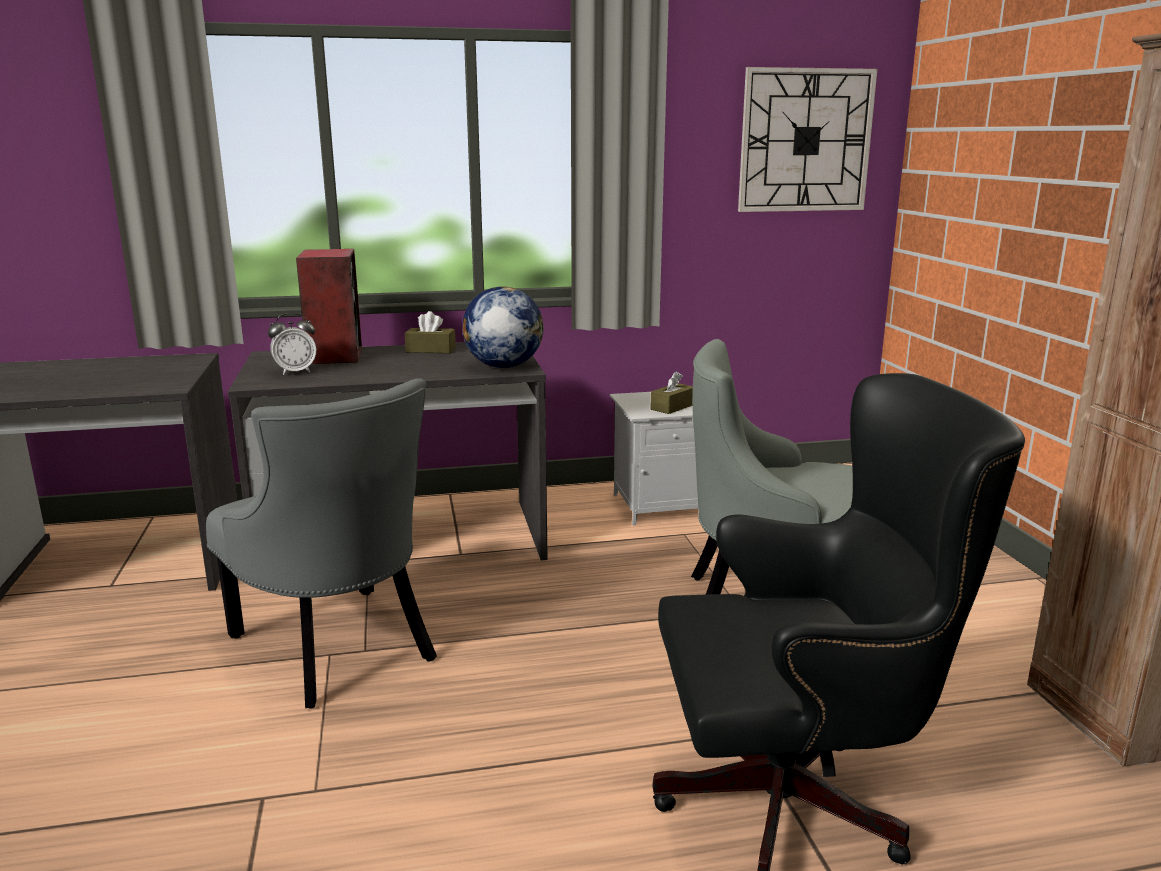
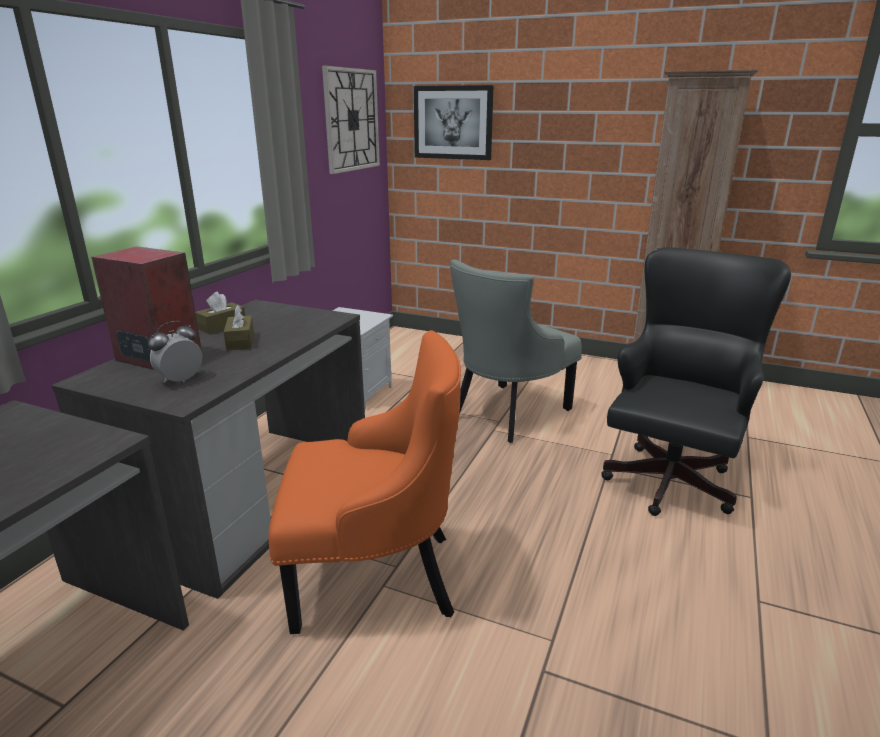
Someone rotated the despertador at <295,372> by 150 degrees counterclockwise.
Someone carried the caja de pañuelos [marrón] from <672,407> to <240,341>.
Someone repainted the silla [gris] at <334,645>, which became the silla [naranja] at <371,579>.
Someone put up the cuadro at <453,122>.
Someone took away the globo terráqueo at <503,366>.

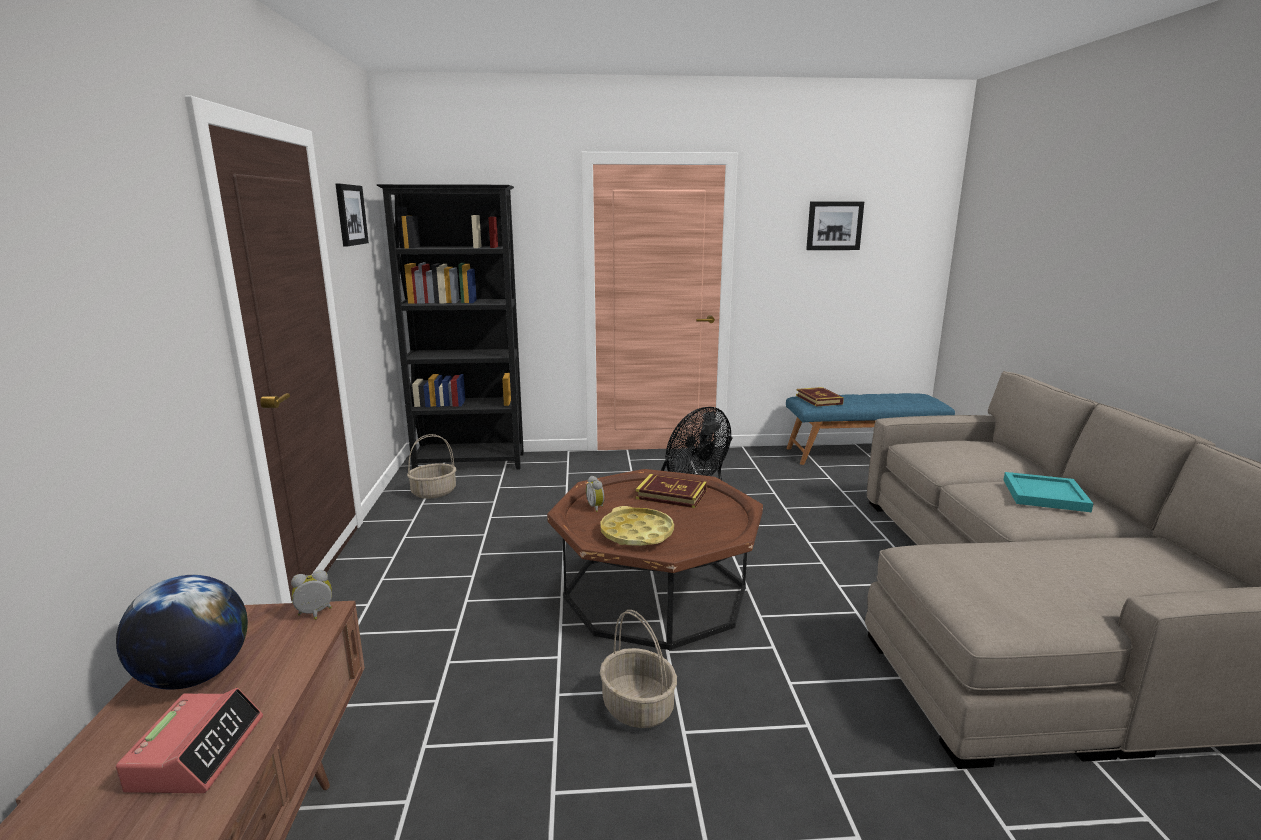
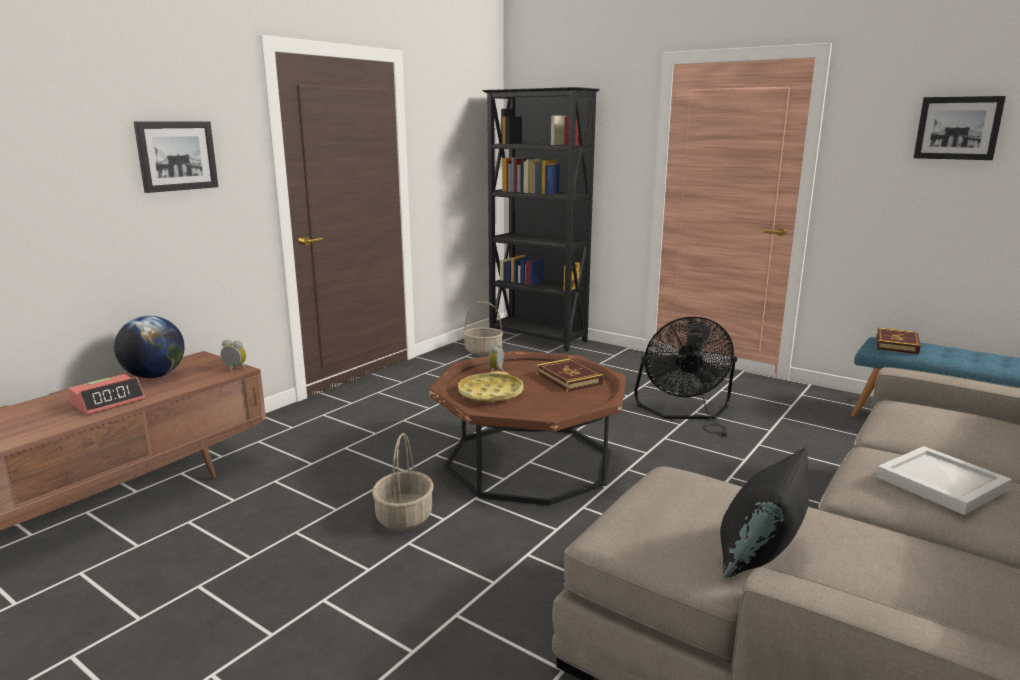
Someone carried the cuadro from <350,215> to <176,156>.
Someone put down the cojín [negro] at <759,555>.
Someone repainted the bandeja [turquesa] at <1044,495>, which became the bandeja [blanco] at <939,483>.

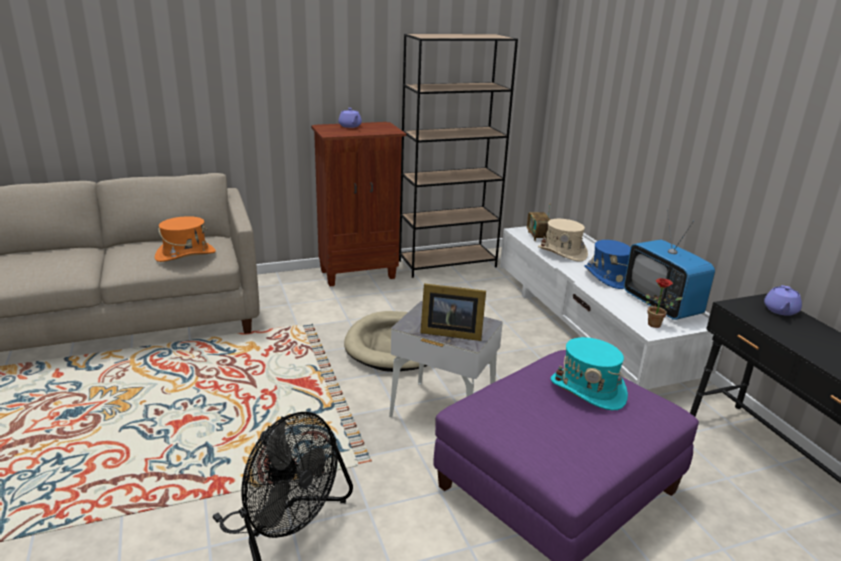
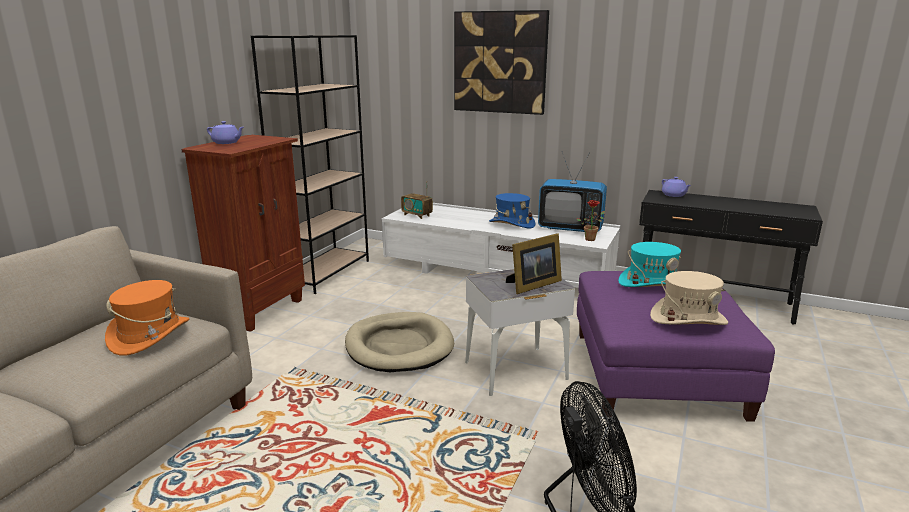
Someone put up the cuadro at <500,62>.
Someone carried the sombrero [beis] from <562,252> to <688,319>.

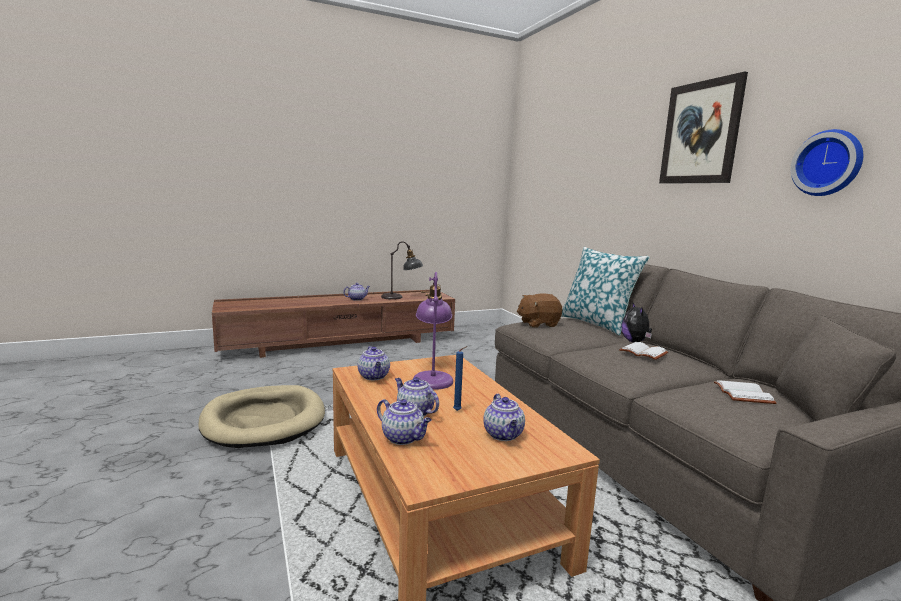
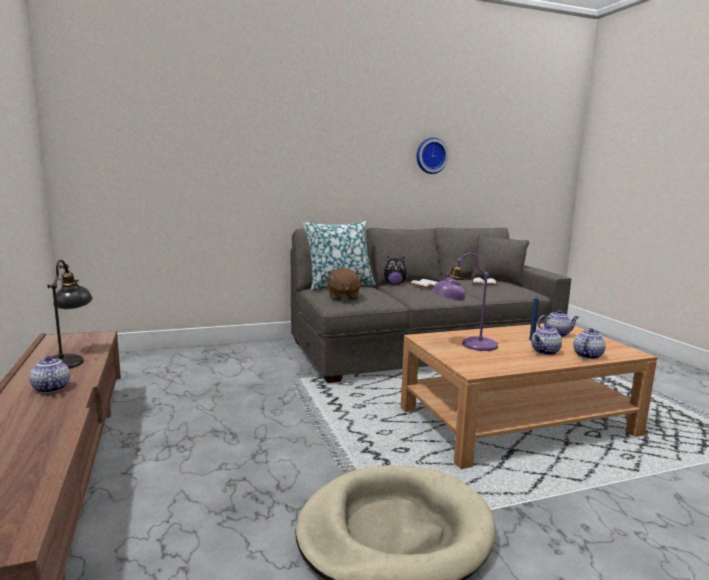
Someone took away the tetera at <374,377>.
Someone took away the cuadro at <700,133>.

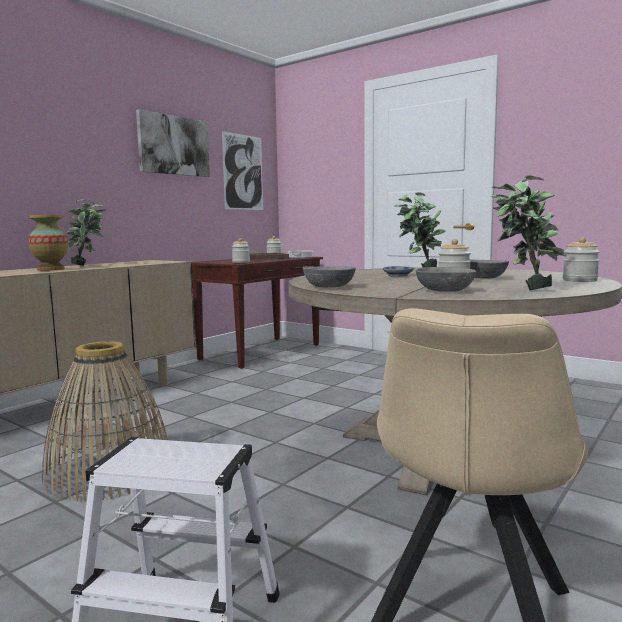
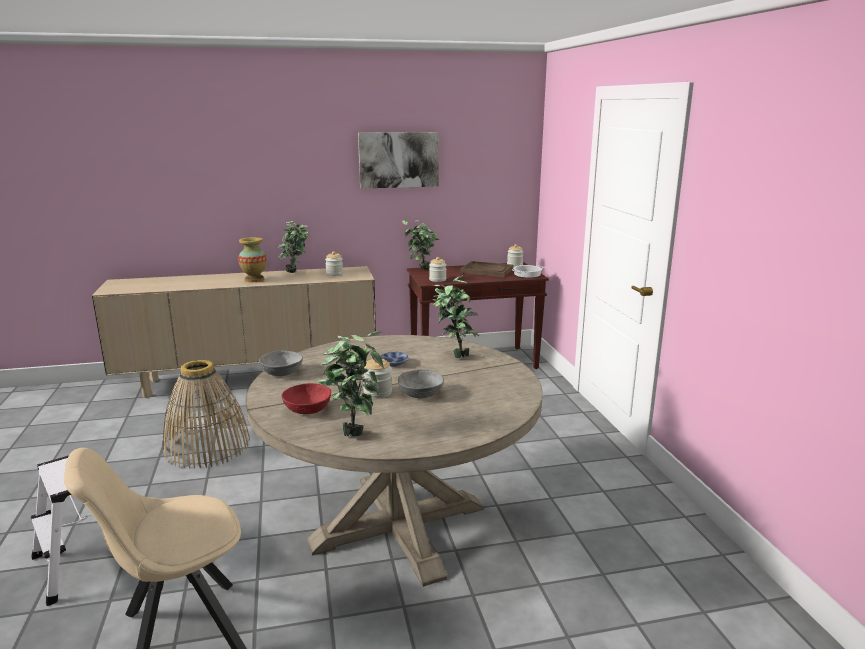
Someone repainted the cuenco [gris] at <444,291>, which became the cuenco [rojo] at <307,409>.
Someone carried the tarro from <579,280> to <334,274>.
Someone put down the planta en maceta at <420,270>.
Someone took away the cuadro at <243,172>.

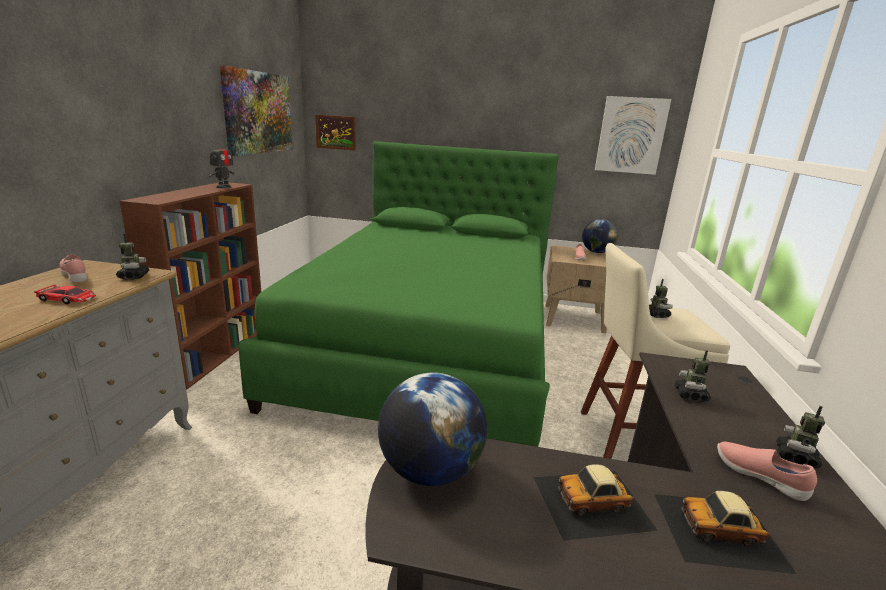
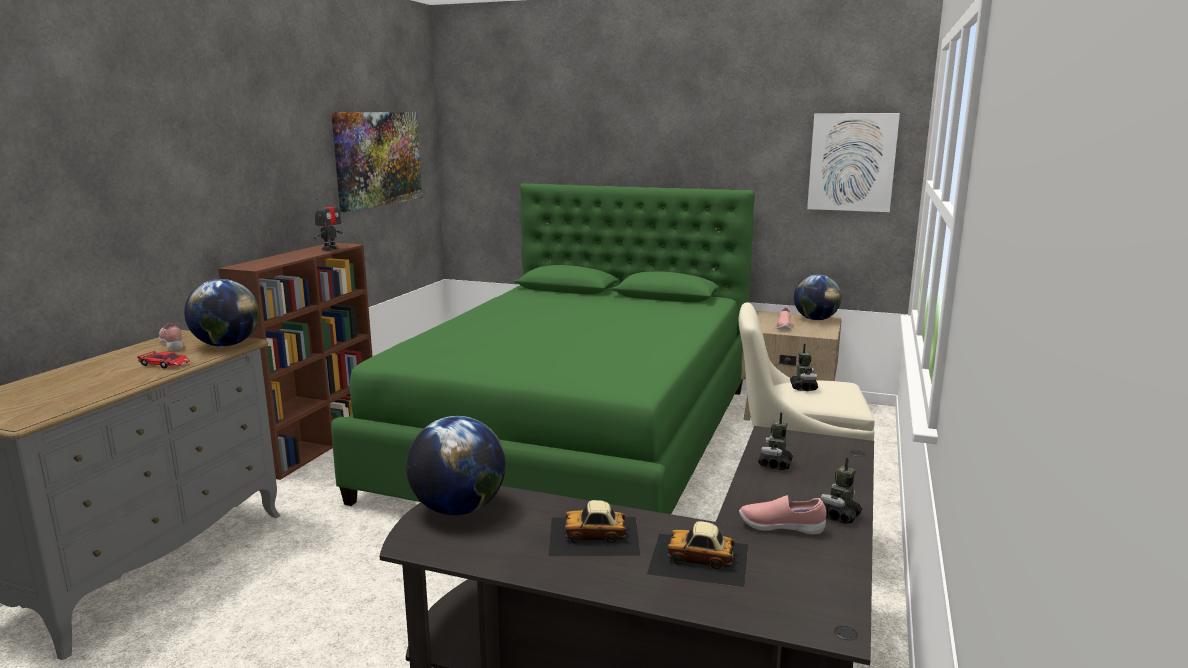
Someone swapped the robot de juguete at <133,276> for the globo terráqueo at <226,345>.
Someone rotated the zapato [rosa] at <759,477> by 45 degrees counterclockwise.
Someone took away the cuadro at <335,132>.

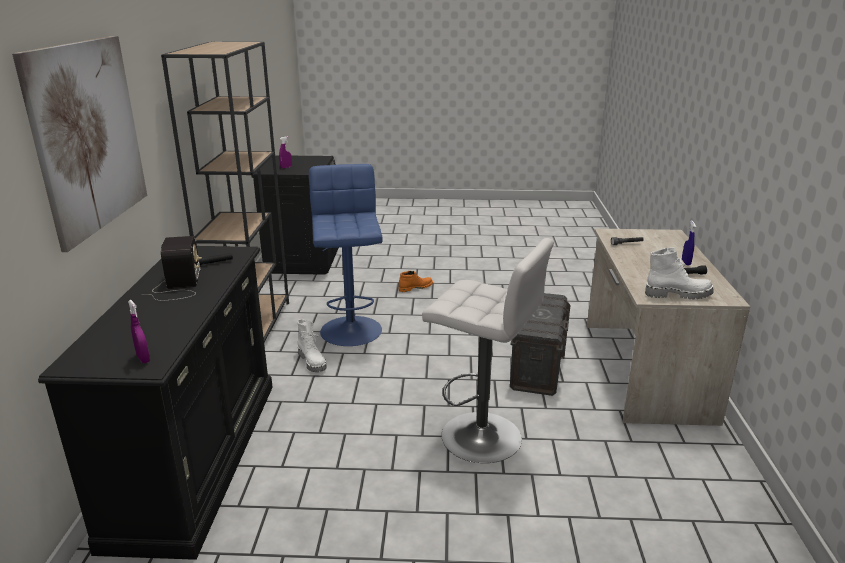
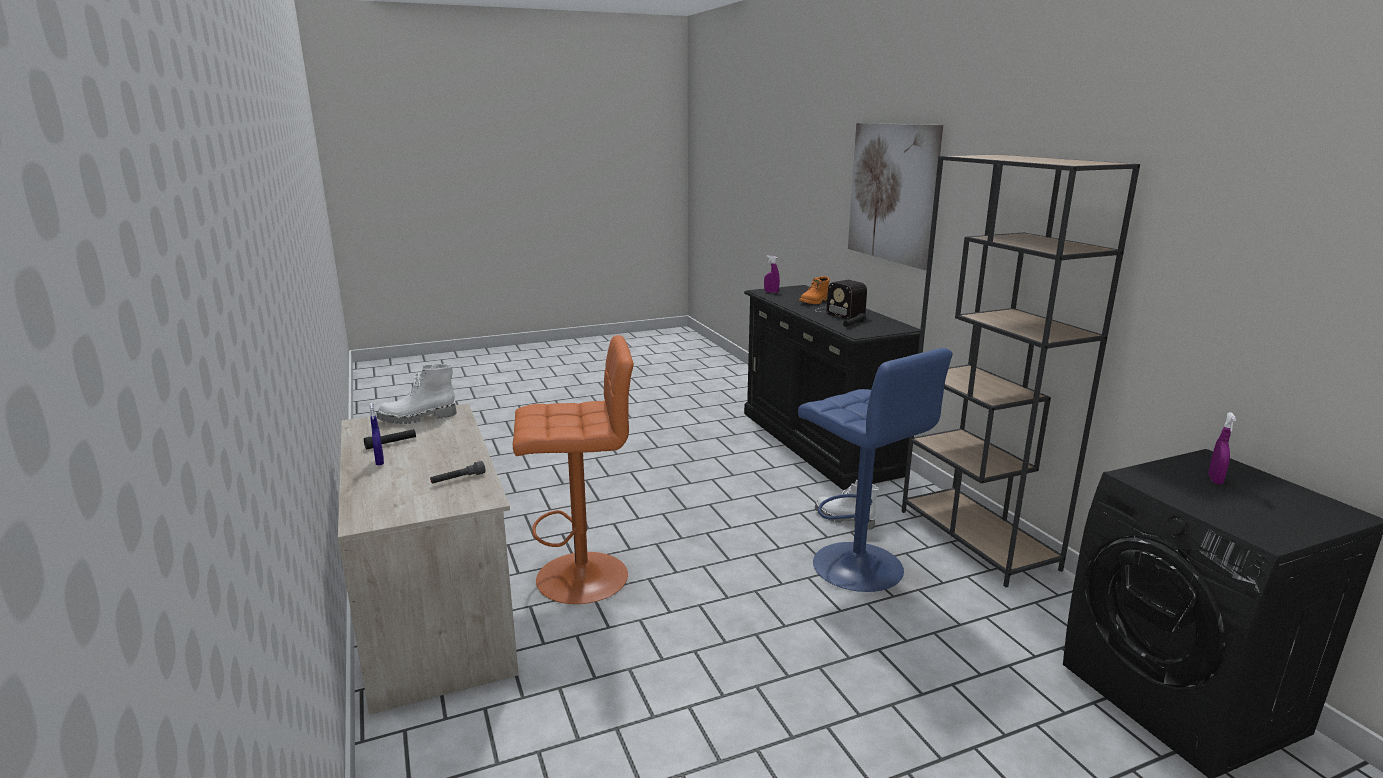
Someone swapped the caja de almacenaje [gris] at <537,367> for the taburete [naranja] at <583,578>.
Someone carried the bota [naranja] from <415,287> to <815,301>.
Someone took away the taburete [blanco] at <481,438>.

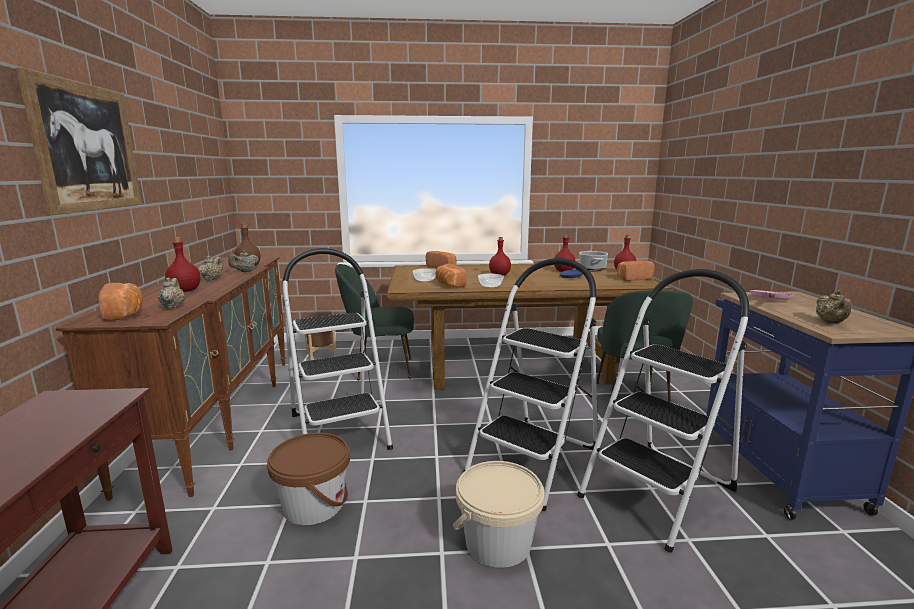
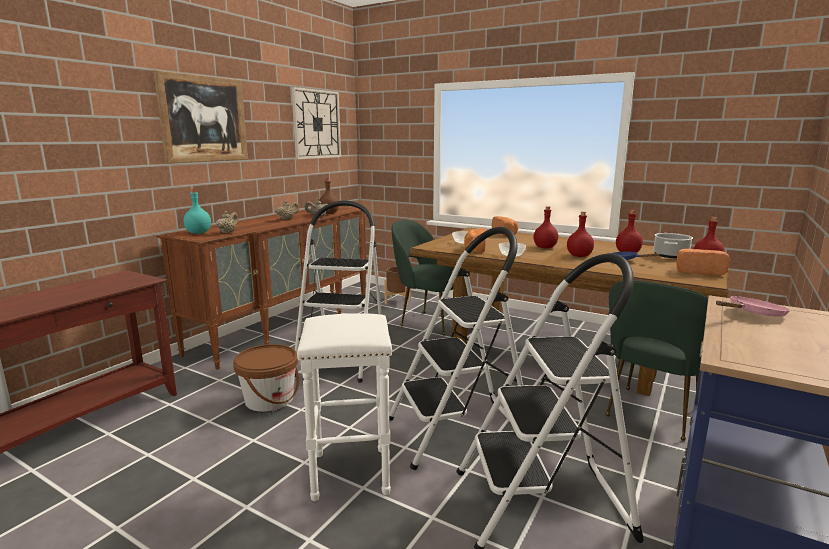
Someone swapped the pan at <125,314> for the botella [turquesa] at <198,233>.
Someone put up the reloj de pared at <316,124>.
Someone swapped the cubo [beis] at <498,542> for the taburete [blanco] at <349,474>.
Someone carried the botella [rojo] from <185,291> to <579,256>.
Someone took away the tetera [beis] at <830,322>.

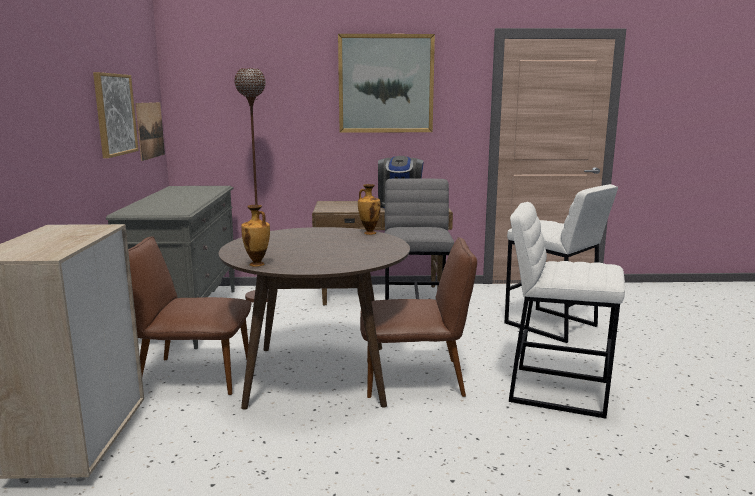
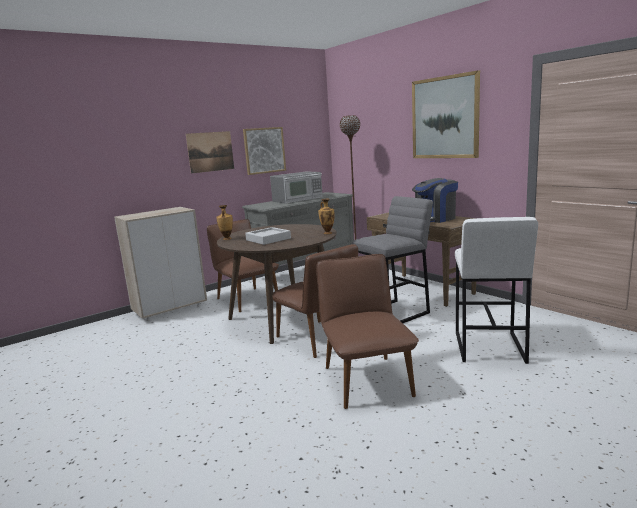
Someone carried the cuadro from <150,130> to <210,151>.
Someone put down the bandeja [gris] at <268,239>.
Someone put down the microondas at <298,199>.
Someone swapped the taburete [blanco] at <556,390> for the silla [marrón] at <367,381>.

